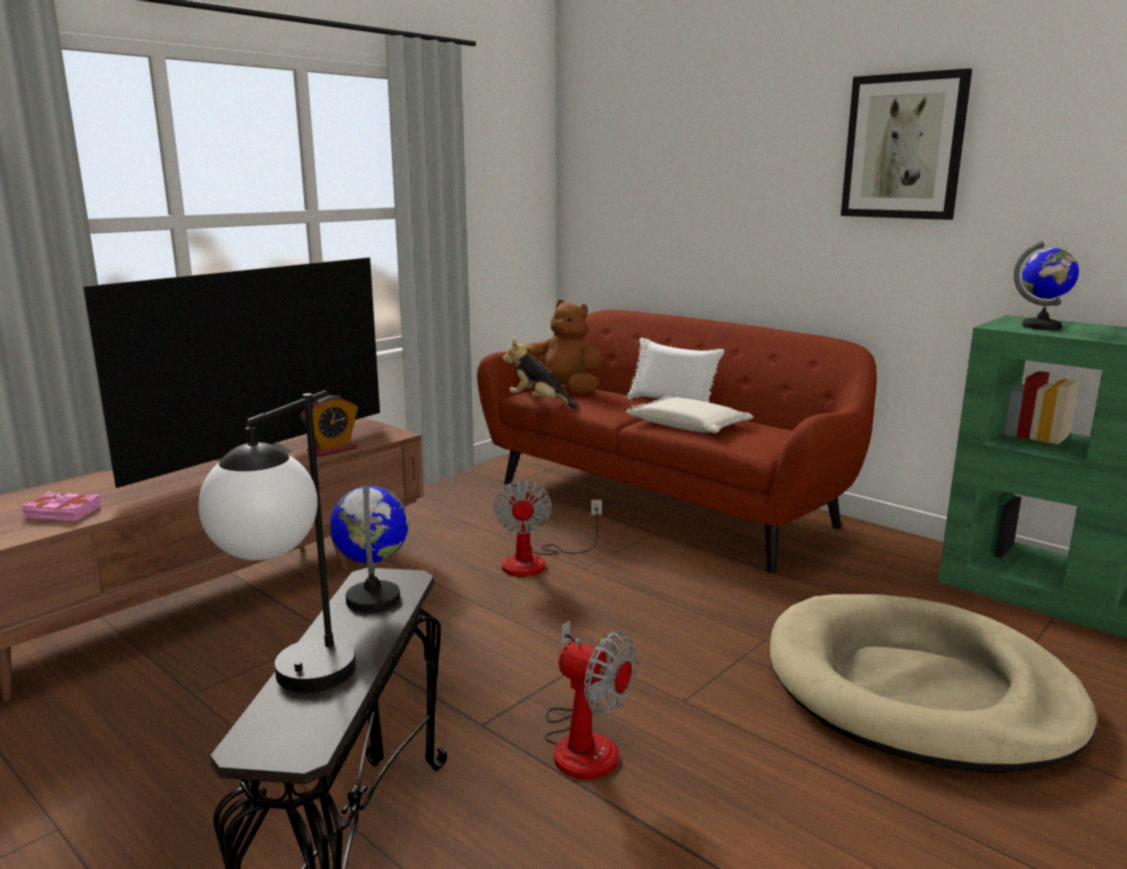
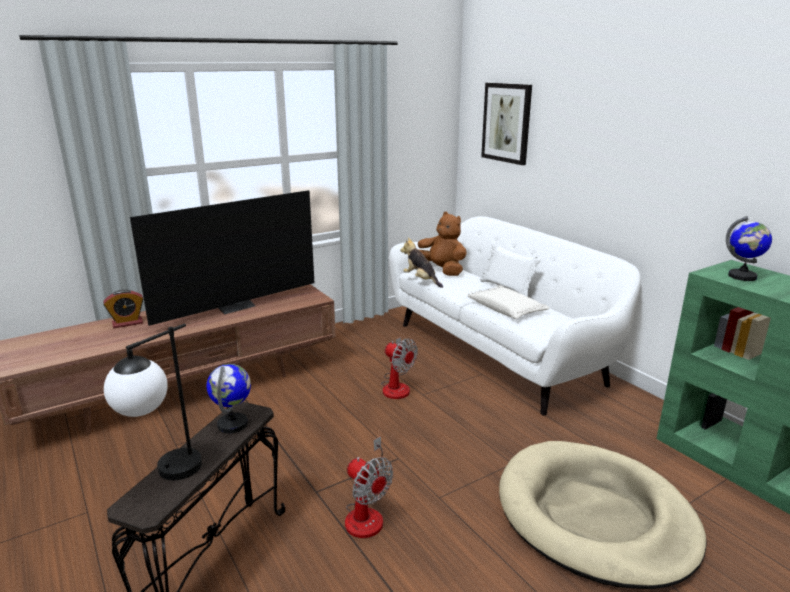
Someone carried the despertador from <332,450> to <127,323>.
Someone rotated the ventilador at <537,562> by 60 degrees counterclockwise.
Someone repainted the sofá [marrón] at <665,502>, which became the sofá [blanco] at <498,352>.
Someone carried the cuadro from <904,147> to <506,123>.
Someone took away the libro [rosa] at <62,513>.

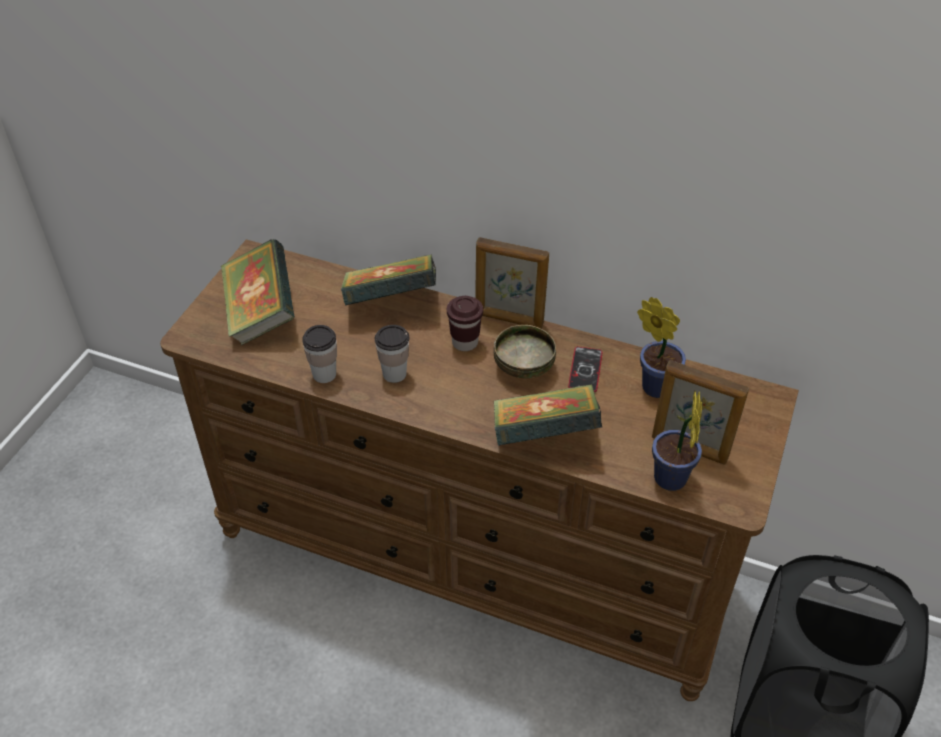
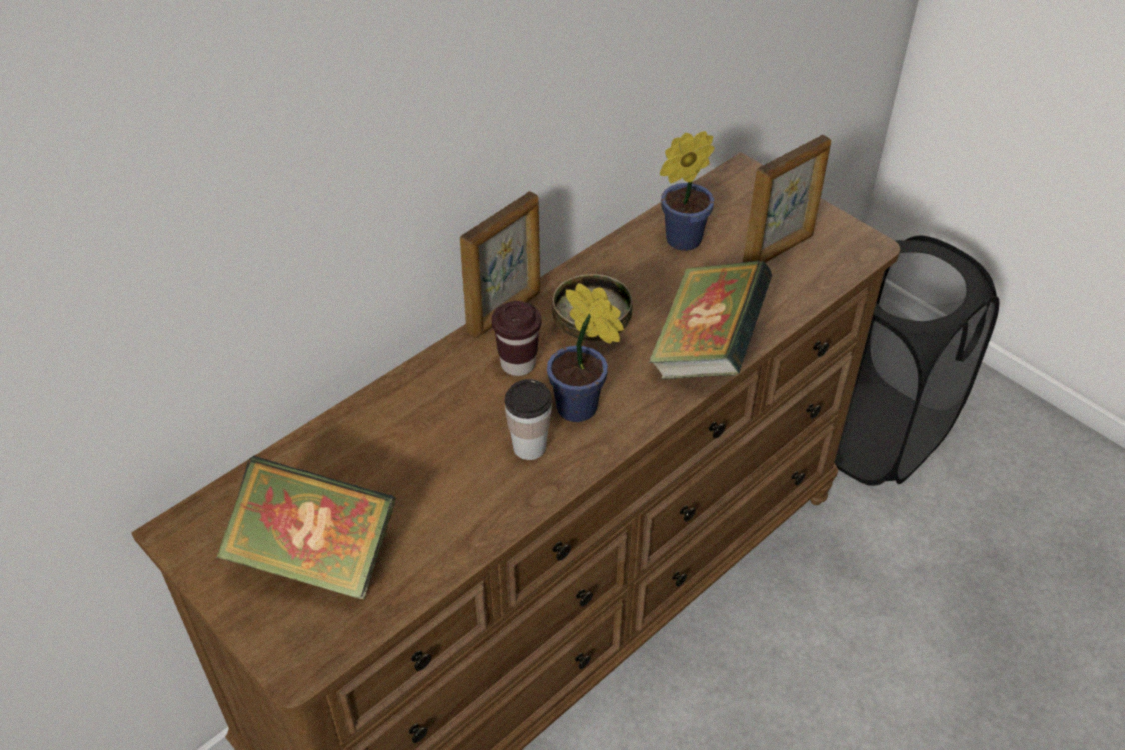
Someone carried the planta en maceta from <670,482> to <581,410>.
Someone took away the taza at <324,374>.
Someone took away the libro at <391,302>.
Someone took away the móvil at <585,370>.

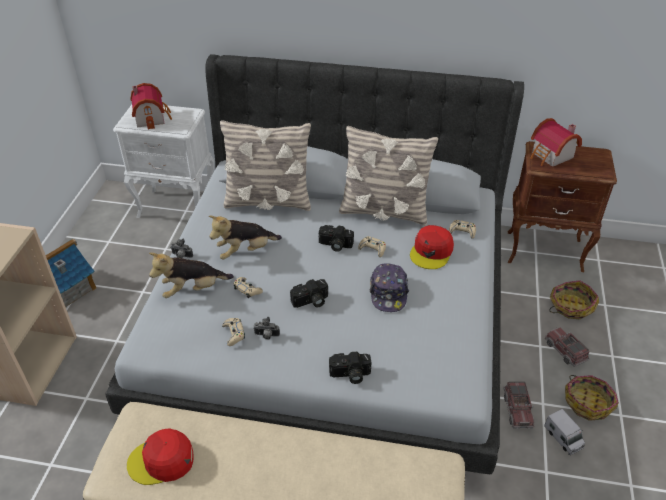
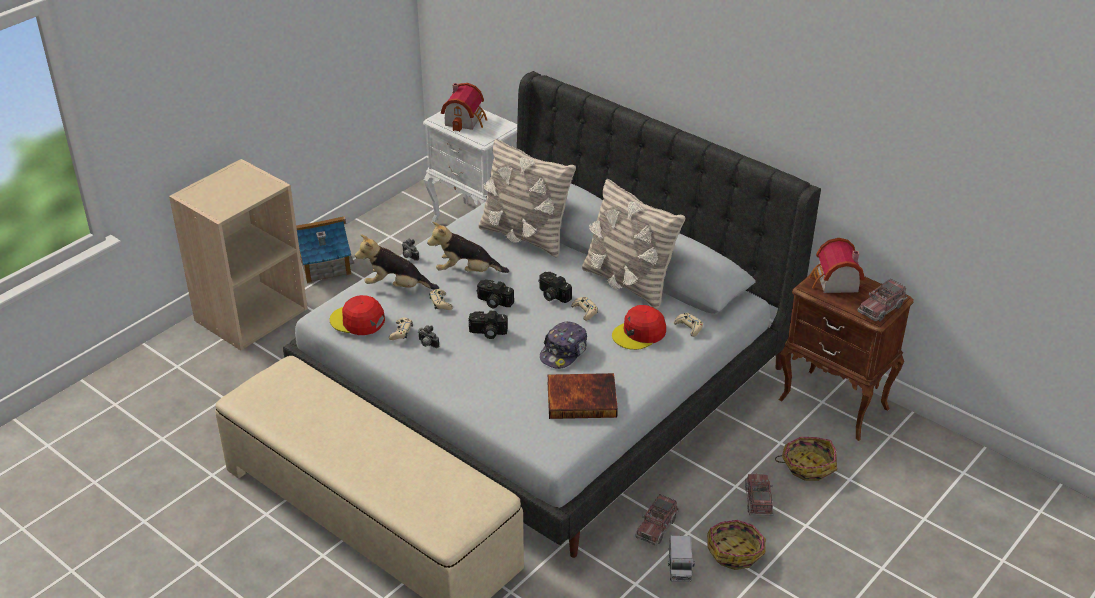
Someone carried the gorra [rojo] from <162,461> to <357,321>.
Someone carried the cámara from <350,375> to <493,302>.
Someone put down the libro at <582,398>.
Someone put down the camión de juguete at <881,308>.

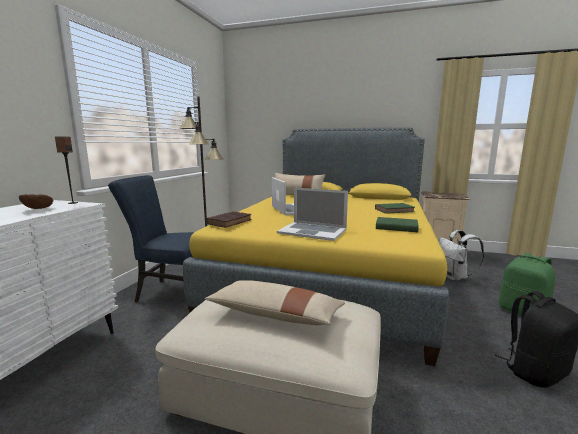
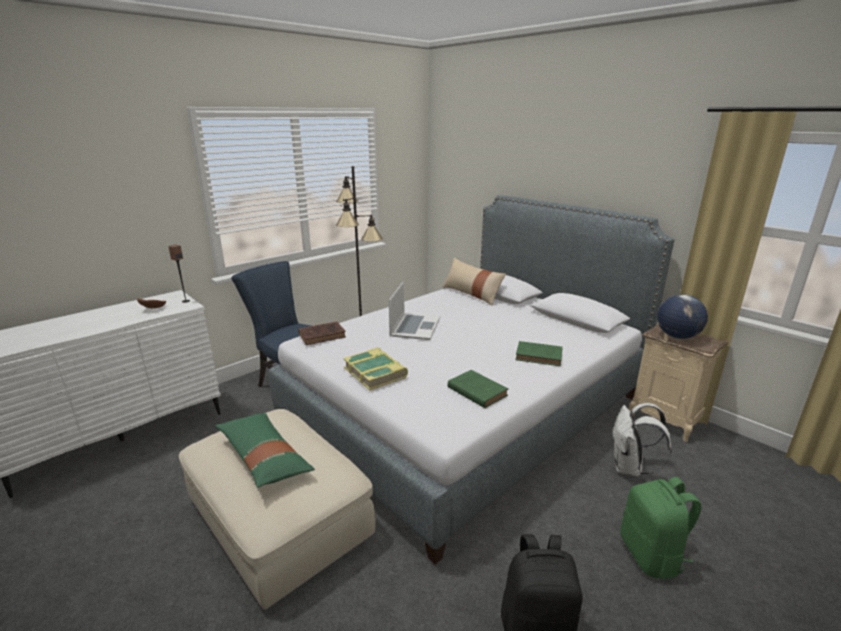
Someone repainted the cojín [beis] at <275,315>, which became the cojín [verde] at <264,457>.
Someone repainted the cama [amarillo] at <329,274>, which became the cama [gris] at <466,409>.
Someone swapped the portátil at <312,231> for the libro at <375,373>.
Someone put down the globo terráqueo at <676,336>.

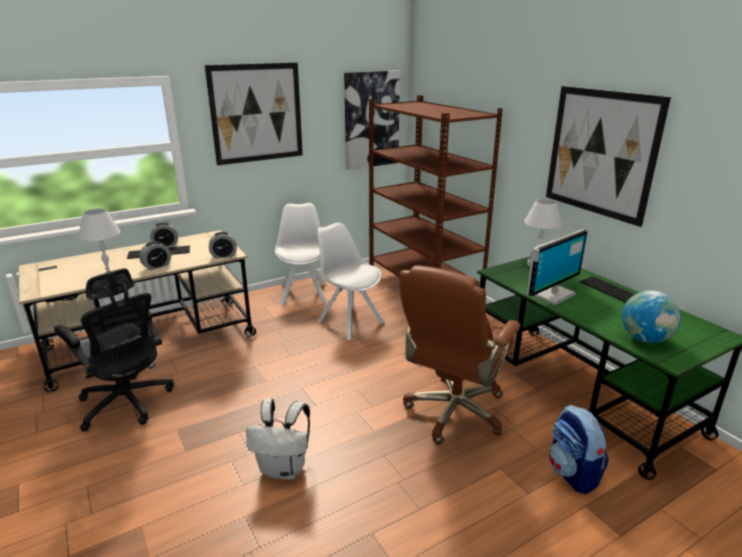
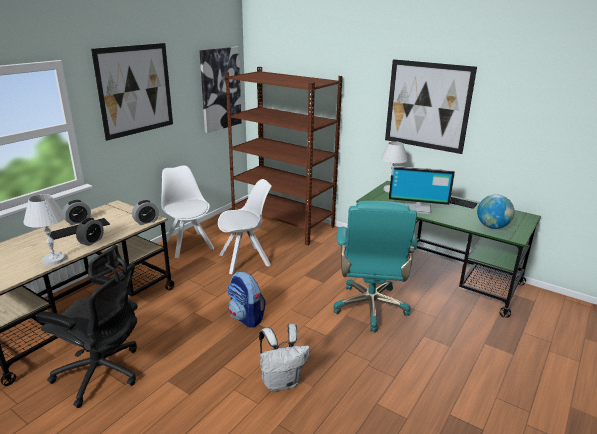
Someone rotated the silla [blanco] at <349,322> by 135 degrees clockwise.
Someone carried the mochila from <573,474> to <246,318>.
Someone repainted the silla de oficina [marrón] at <452,414>, which became the silla de oficina [turquesa] at <369,309>.
Someone rotated the monitor at <552,294> by 75 degrees clockwise.

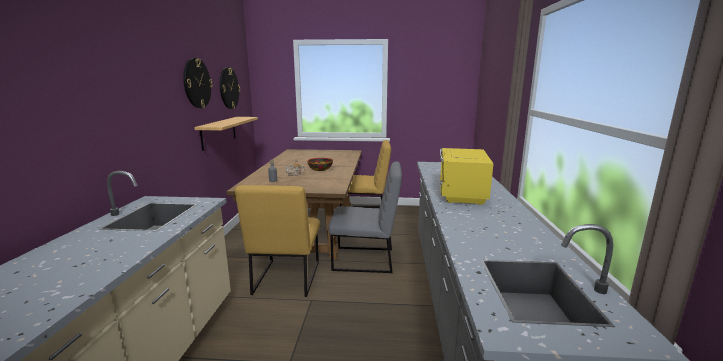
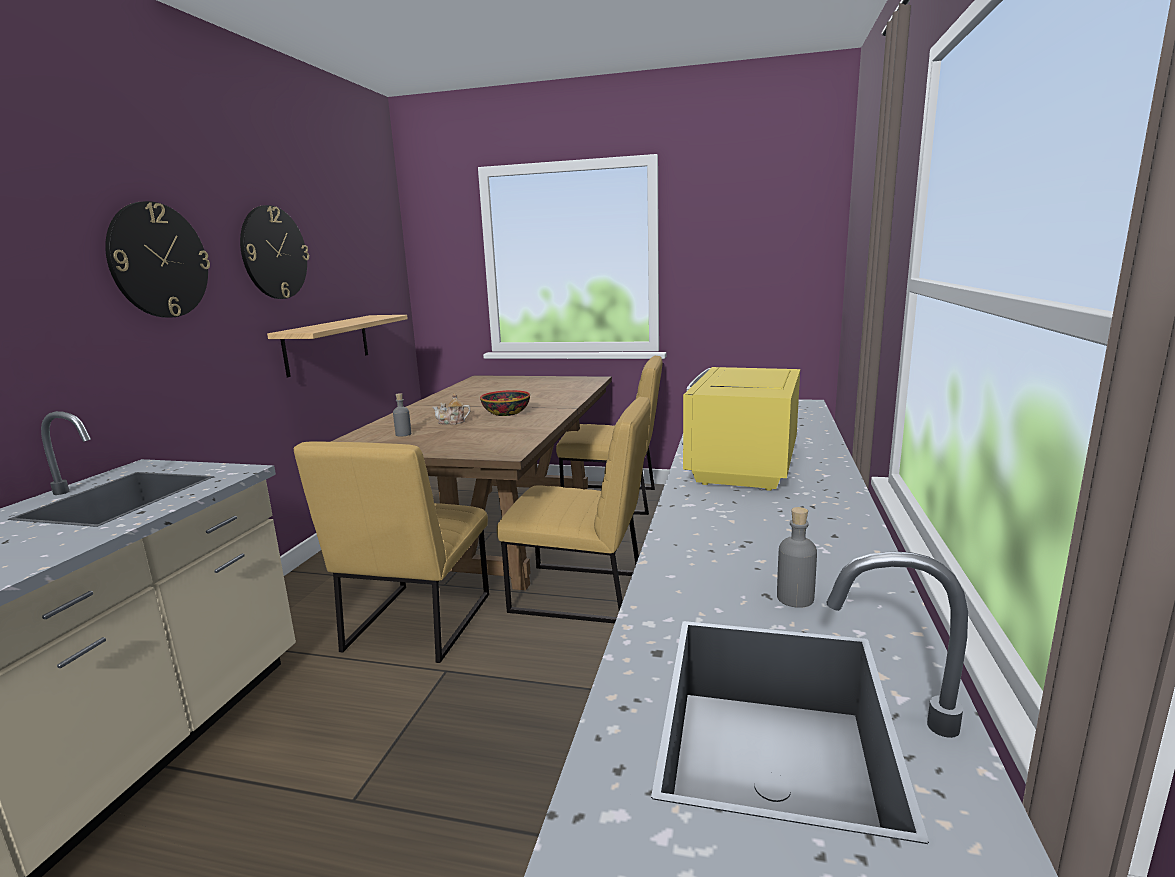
Someone carried the reloj de pared from <229,88> to <158,260>.
Someone repainted the silla [gris] at <365,260>, which became the silla [amarillo] at <581,594>.
Someone put down the botella [gris] at <795,598>.

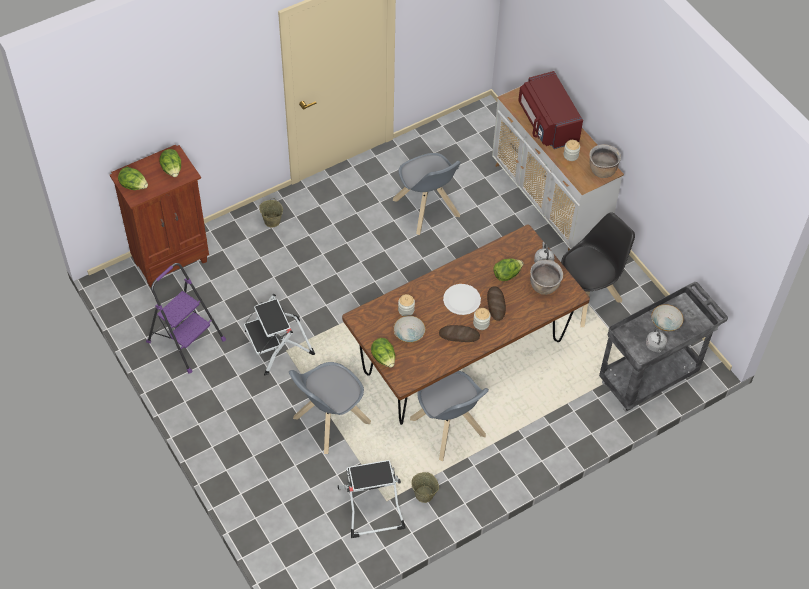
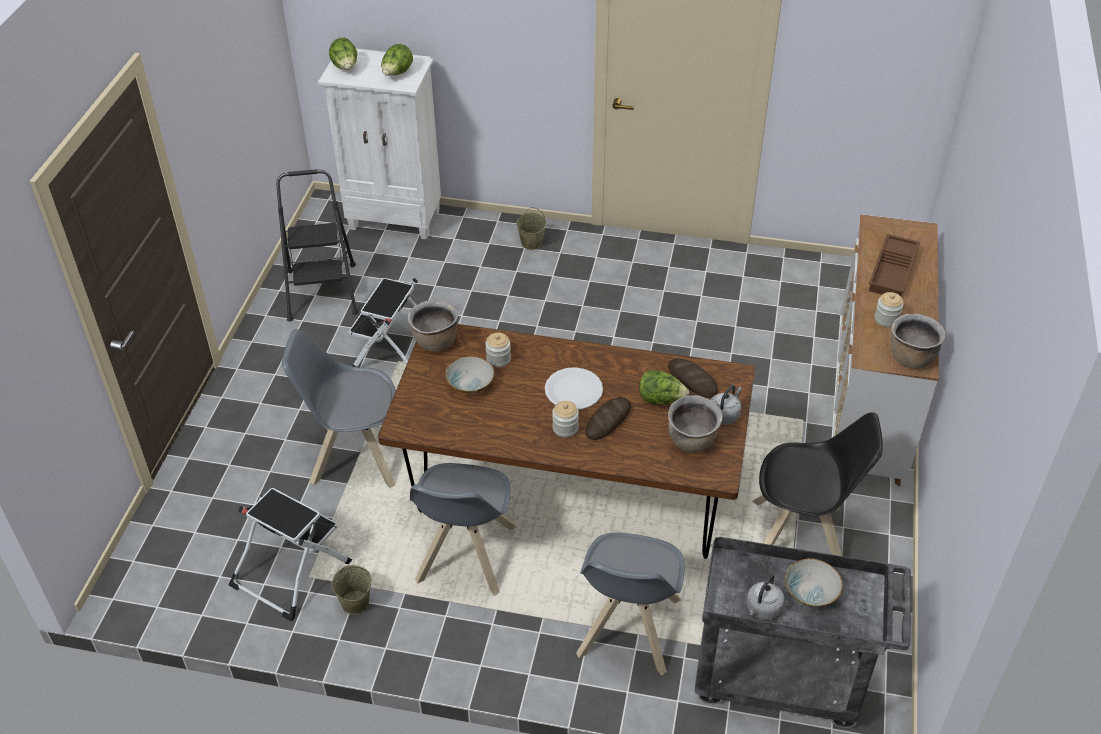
Someone repainted the escalera de tijera [morado] at <184,338>, which became the escalera de tijera [negro] at <322,289>.
Someone repainted the armario [marrón] at <171,263>, which became the armario [blanco] at <394,221>.
Someone put down the olla [marrón] at <435,342>.
Someone carried the silla [gris] from <427,209> to <628,630>.
Someone carried the pan from <459,335> to <692,380>.
Someone swapped the microondas [rojo] at <547,123> for the bandeja [marrón] at <894,271>.
Someone took away the lechuga at <384,358>.

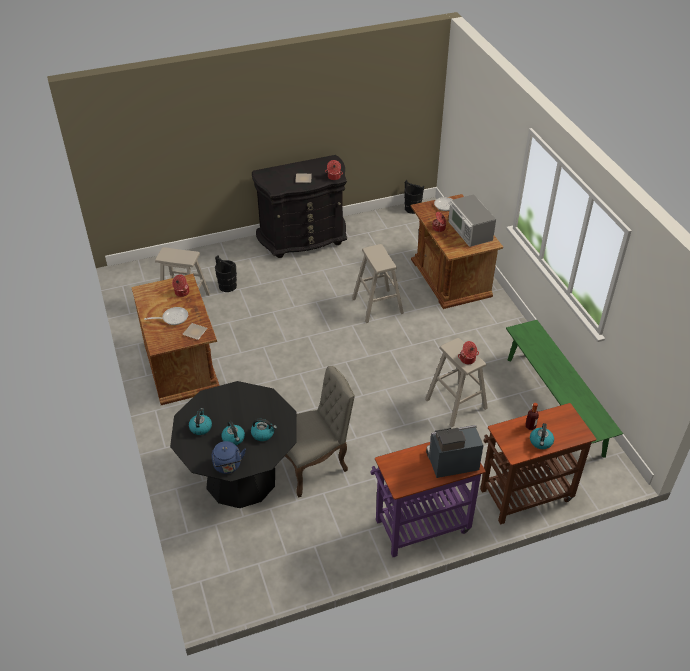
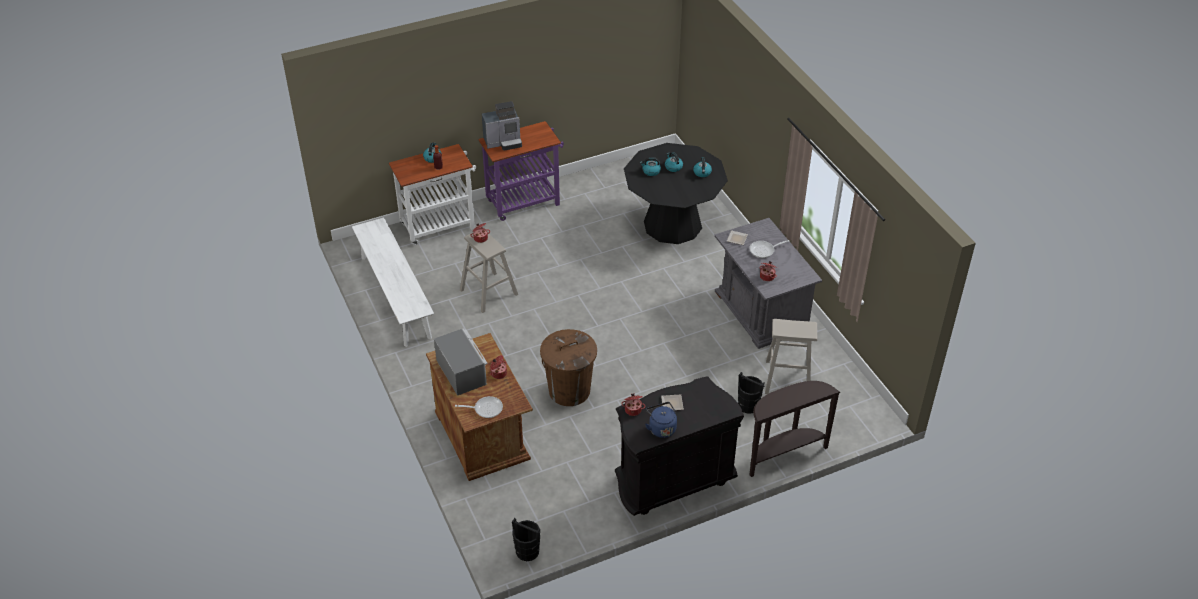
Someone repainted the banco [verde] at <554,405>, which became the banco [blanco] at <395,297>.
Someone repainted the carrito [marrón] at <524,495>, which became the carrito [blanco] at <439,226>.
Someone swapped the taburete [beis] at <377,306> for the papelera [marrón] at <569,390>.
Someone carried the hervidor [azul] from <228,466> to <661,428>.
Someone repainted the armario [marrón] at <182,366>, which became the armario [gris] at <761,311>.
Someone put down the mesa consola [marrón] at <783,454>.
Someone took away the silla [gris] at <313,464>.

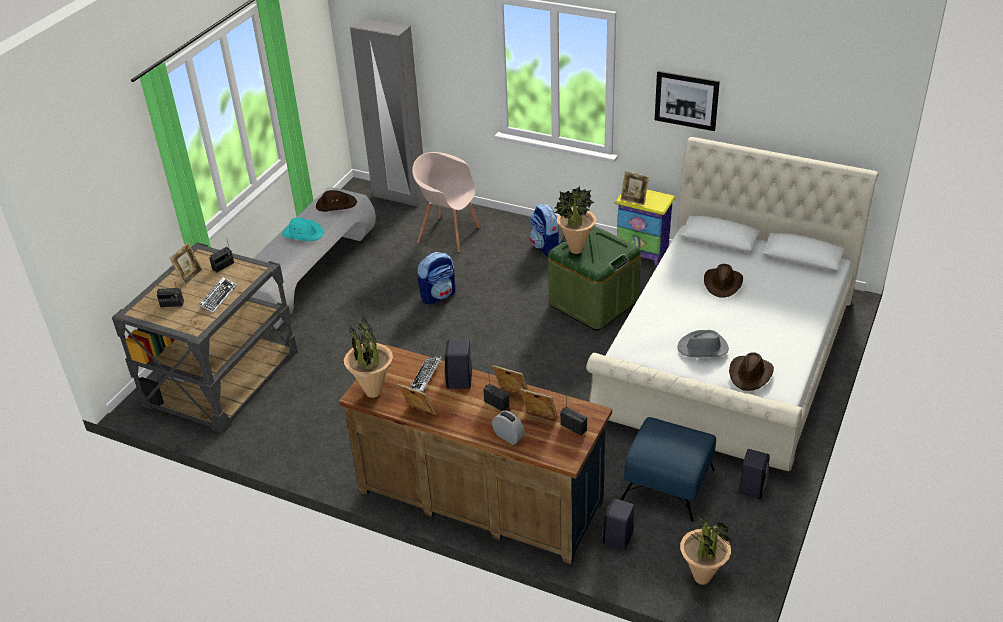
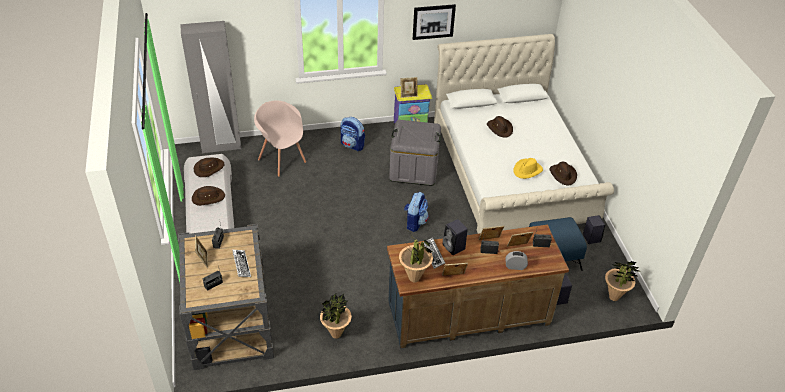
Someone repainted the sombrero [turquesa] at <303,233>, which became the sombrero [marrón] at <208,197>.
Someone rotated the silla [beis] at <448,234> by 60 degrees clockwise.
Someone carried the planta en maceta from <576,250> to <336,334>.
Someone repainted the caja de almacenaje [verde] at <593,303>, which became the caja de almacenaje [gris] at <414,169>.
Someone carried the mochila from <438,295> to <414,222>.
Someone repainted the sombrero [gris] at <703,348>, which became the sombrero [amarillo] at <527,170>.

